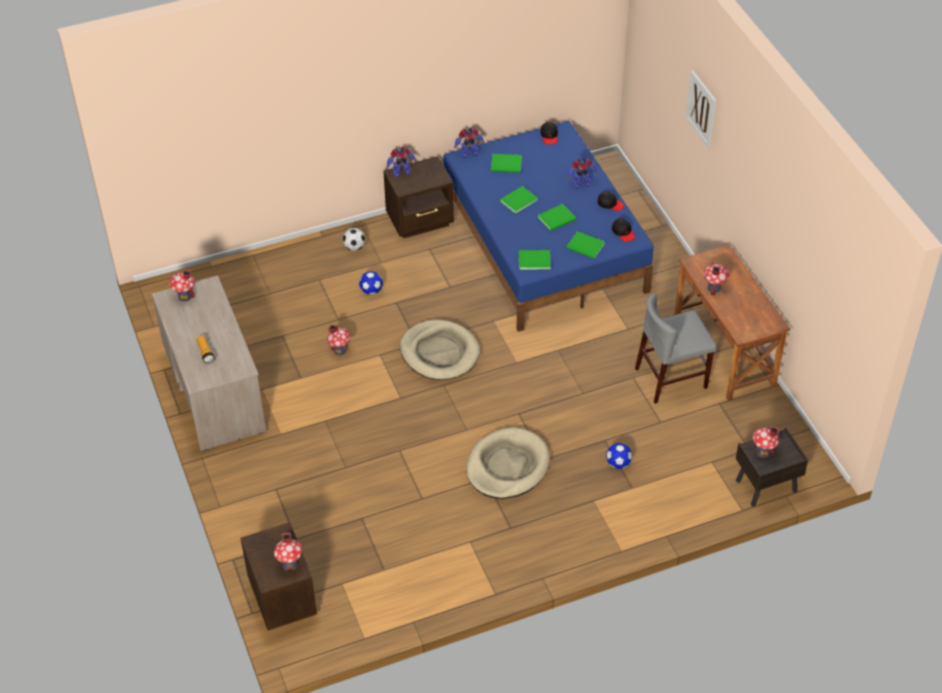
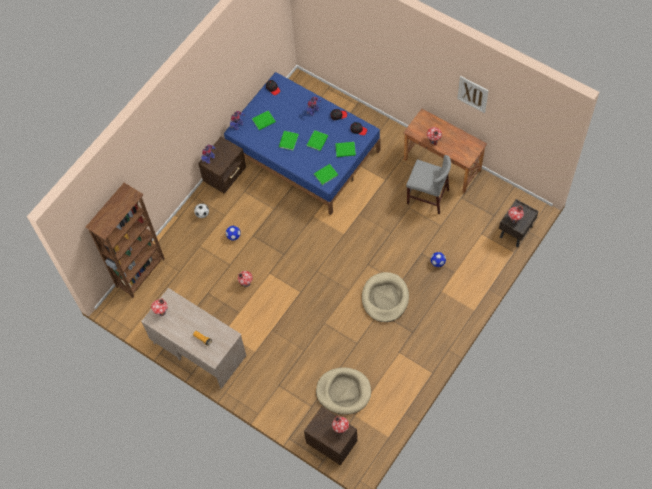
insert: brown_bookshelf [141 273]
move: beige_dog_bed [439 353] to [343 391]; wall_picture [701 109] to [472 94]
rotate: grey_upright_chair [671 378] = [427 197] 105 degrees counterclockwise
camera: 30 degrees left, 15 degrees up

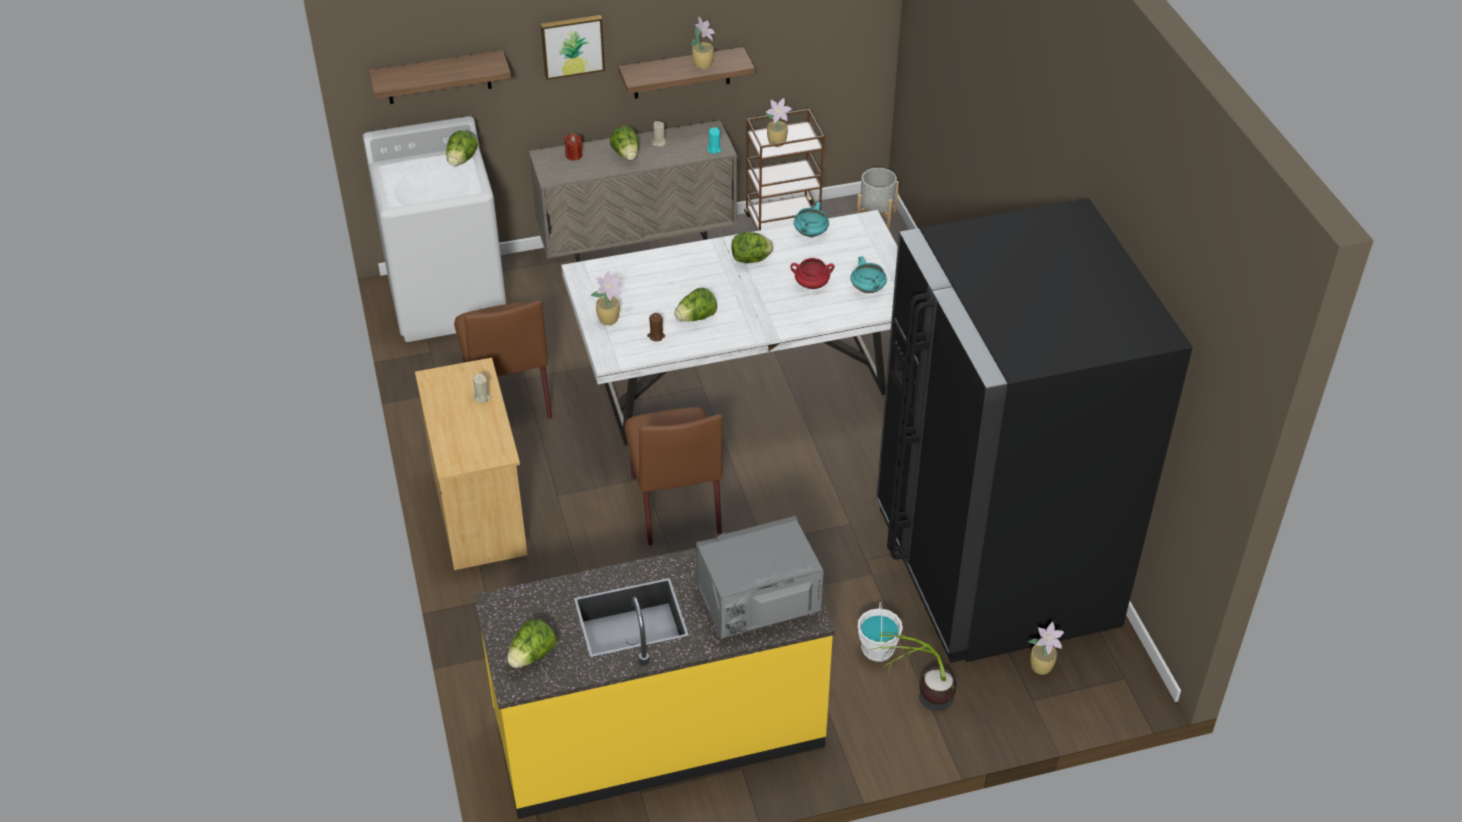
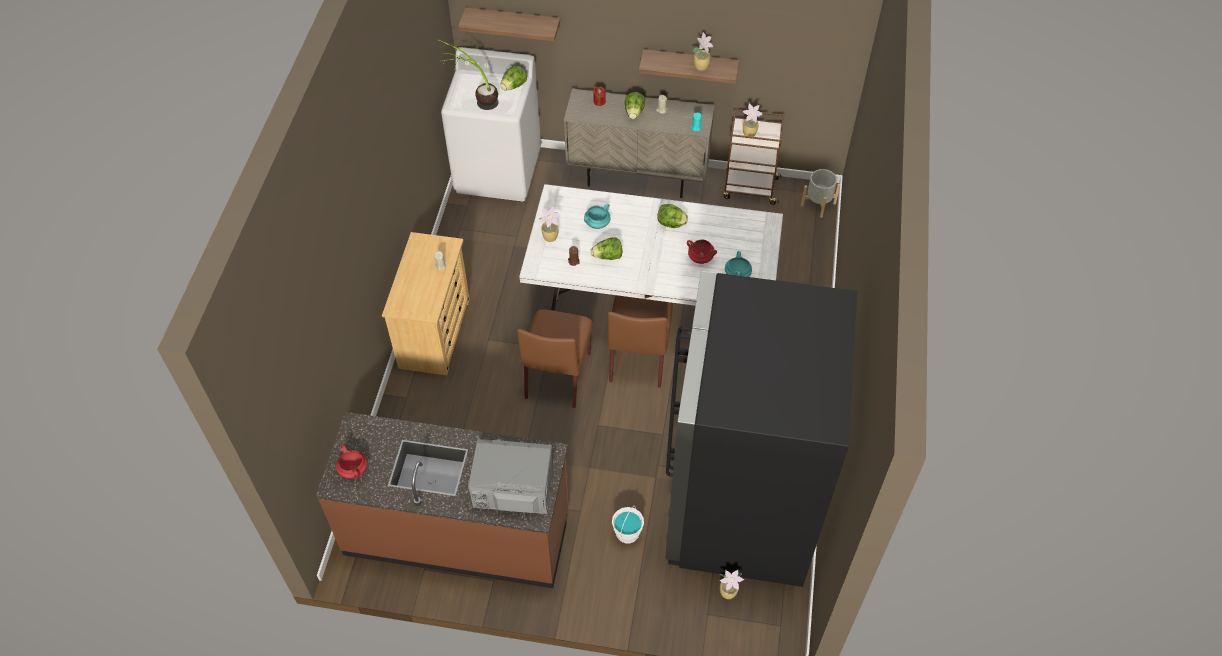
delete: wall_picture [572 45]
move: brown_upright_chair [507 394] to [638 356]; turquoise-coloured_saucepot [811 233] to [597 224]; potted_plant [915 700] to [475 100]
replace: head_of_lettuce [532 656] to red_saucepot [354 470]
recolor: yellowish_counter [658 730] to brown_counter [458 531]
camera: 25 degrees right, 10 degrees up

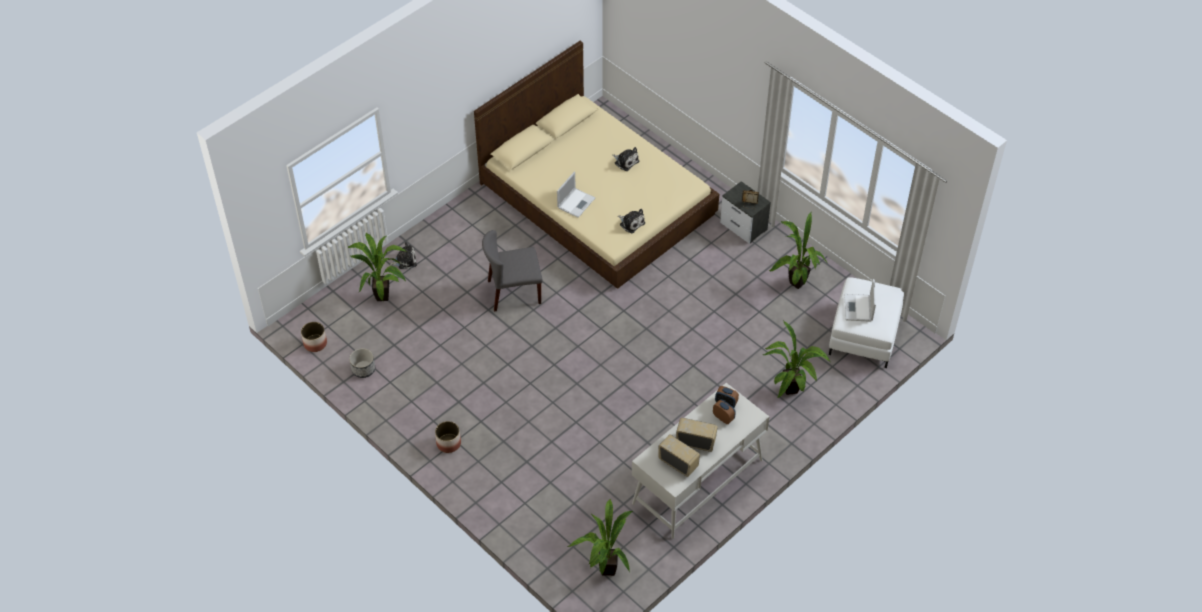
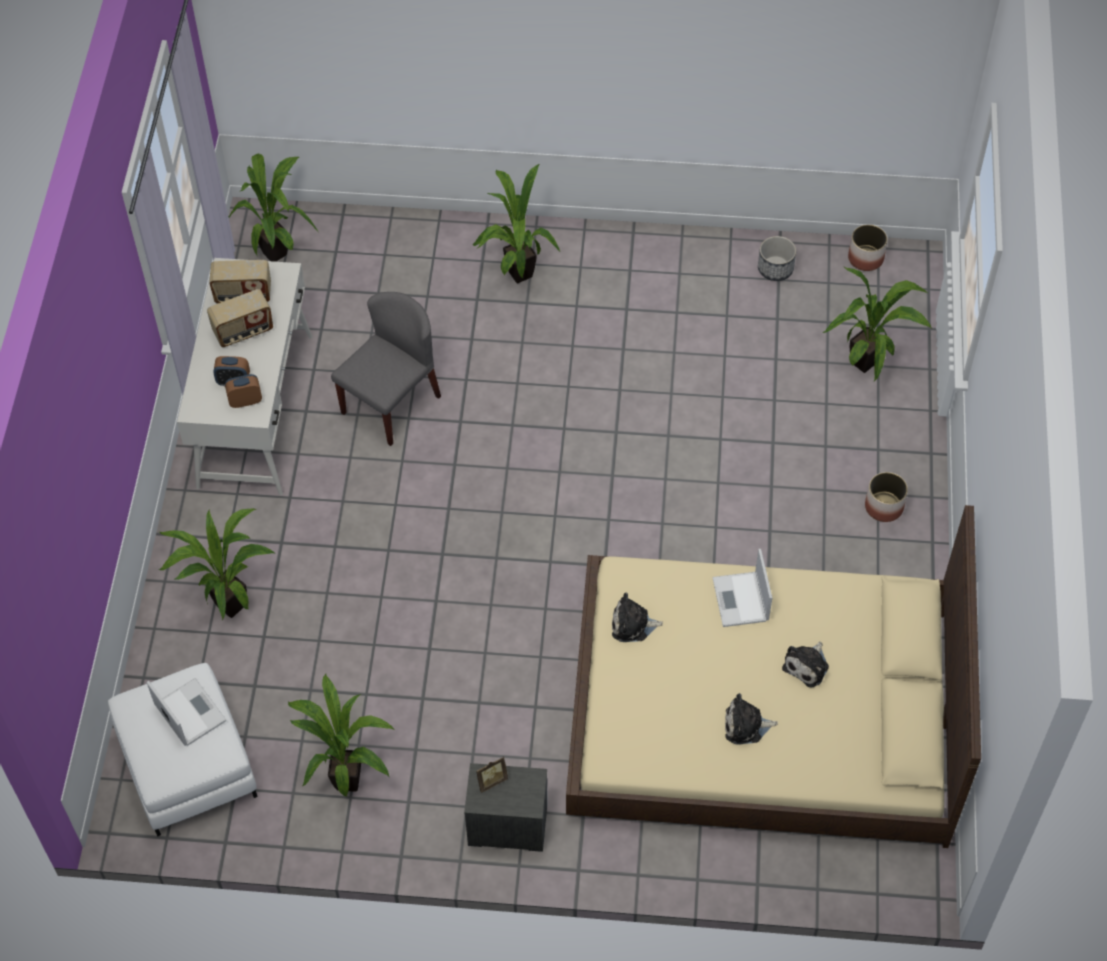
insert: potted_plant [515 276]
move: cuddly_toy [405 260] to [807 666]; flower_pot [448 443] to [884 506]; grey_upright_chair [513 292] to [391 403]
camera: 140 degrees right, 5 degrees up

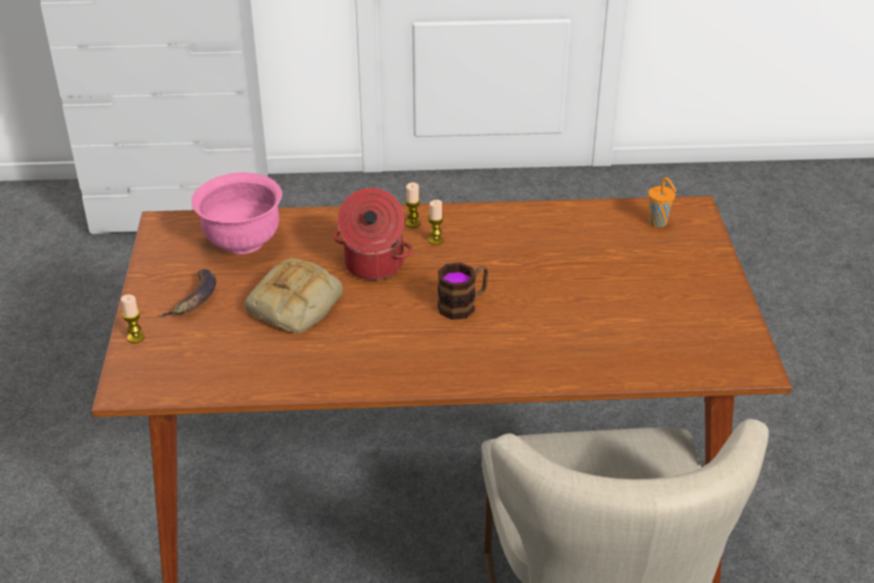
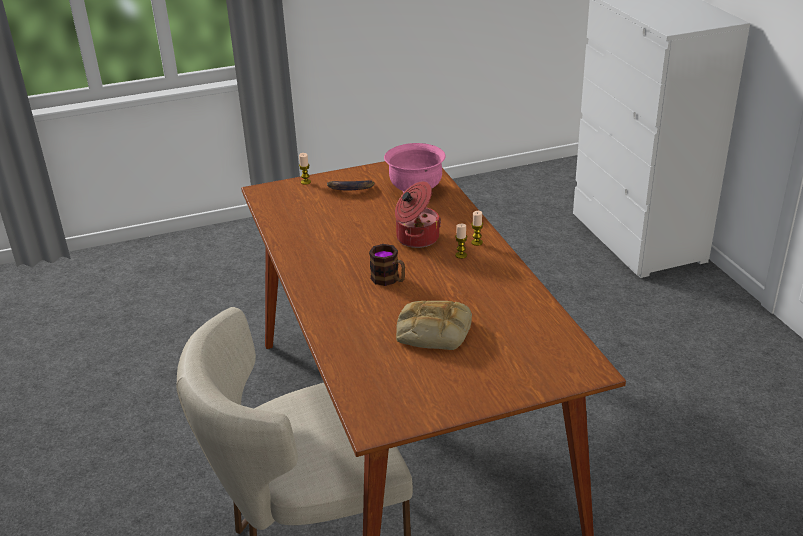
delete: orange_drinking_cup [659 223]
move: bread [295 305] to [432 332]
camera: 75 degrees right, 5 degrees down

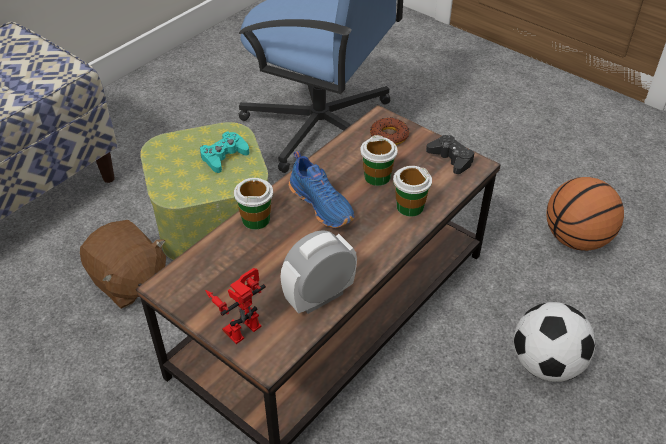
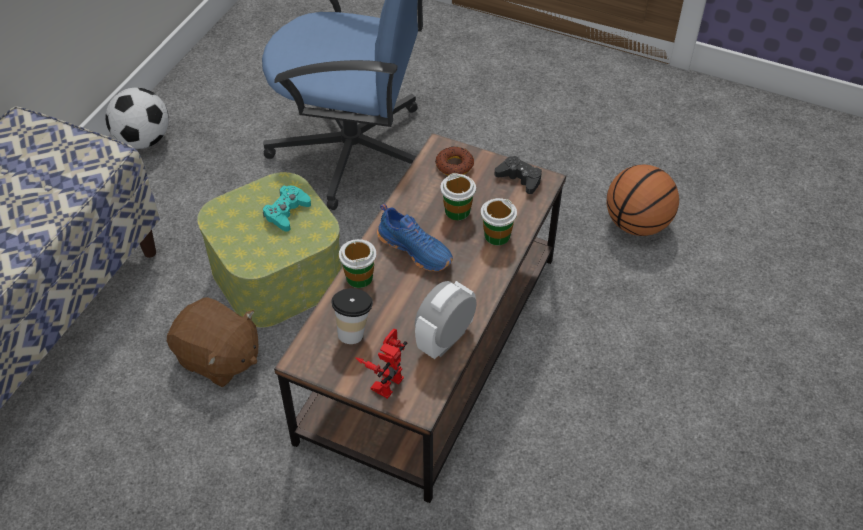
insert: drinking_cup [354 330]
move: ball_for_football [546 364] to [144 140]
camera: 15 degrees left, 5 degrees up

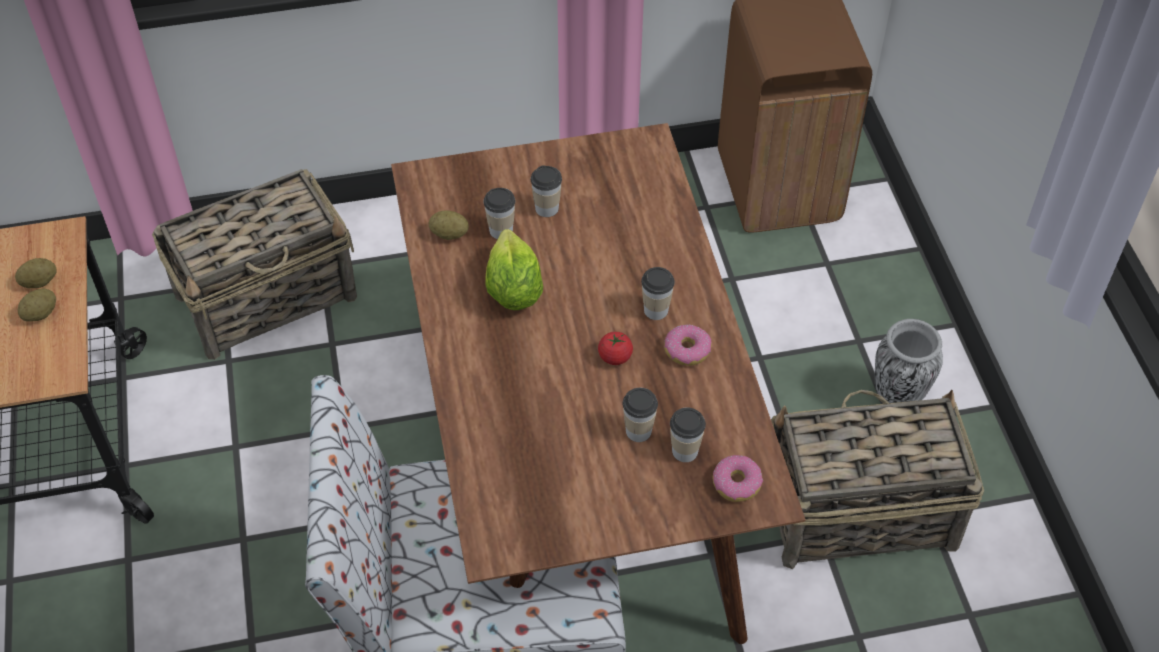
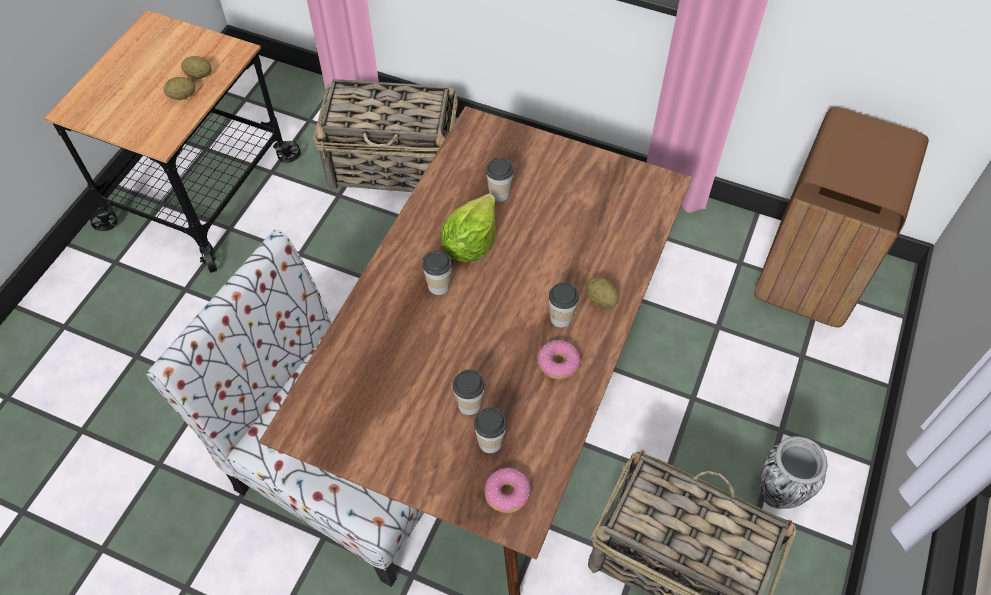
delete: fresh_tomato [615 357]
move: spud [449 234] to [601 299]; drinking_cup [547 208] to [438 286]
camera: 35 degrees right, 5 degrees up

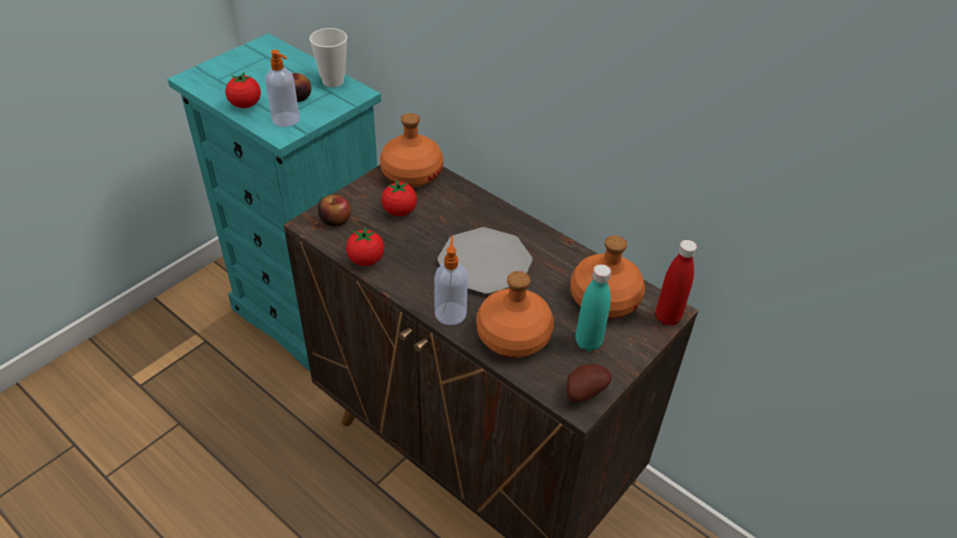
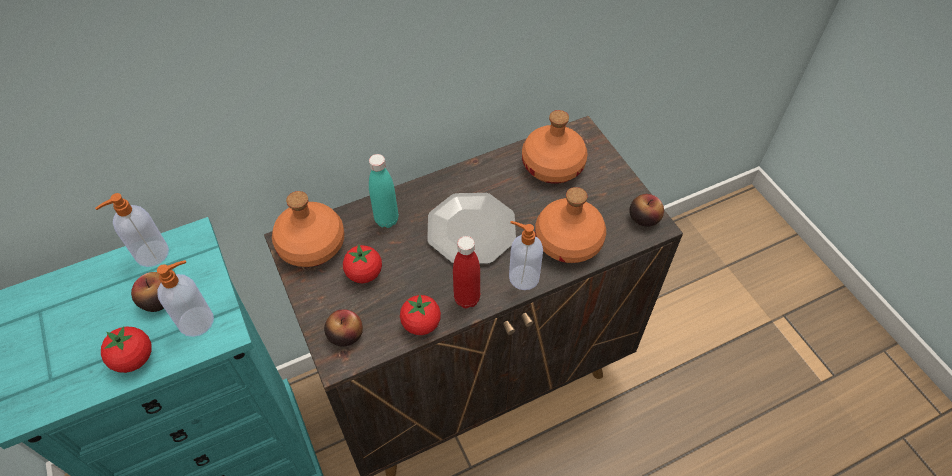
move: turquoise-coloured_beverage_bottle [588 342] to [386 220]; red_beverage_bottle [667 317] to [467 299]
replace: drinking_cup [333 81] to soap_dispenser [151 254]; spud [583 391] to apple [644 218]
camera: 65 degrees left, 10 degrees up

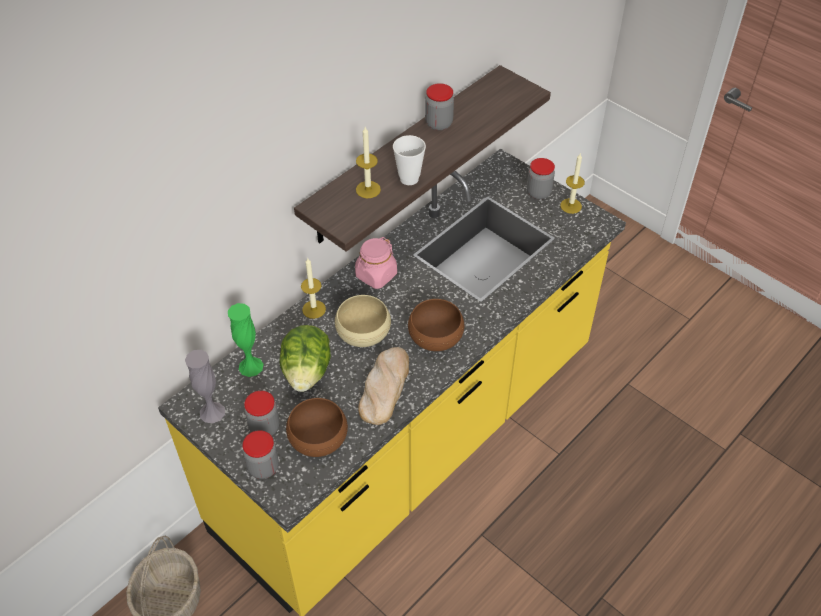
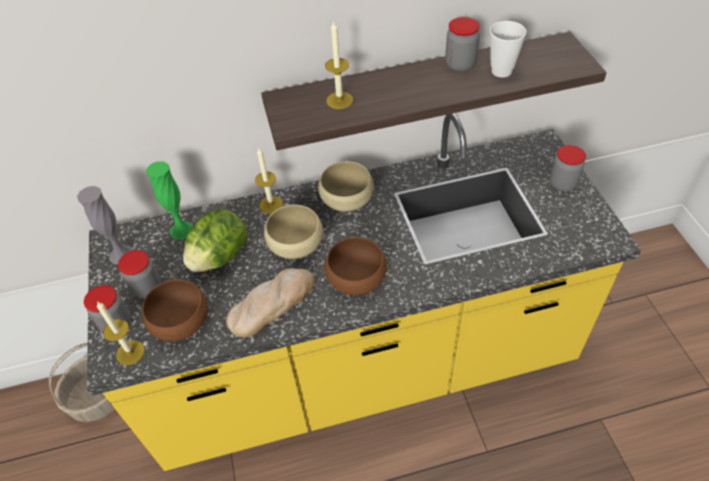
move: drinking_cup [409 179] to [501 71]; wax_light [571 206] to [130 352]
replace: pinkish_jar [376 275] to beige_serving_bowl [347 197]
camera: 35 degrees right, 0 degrees up

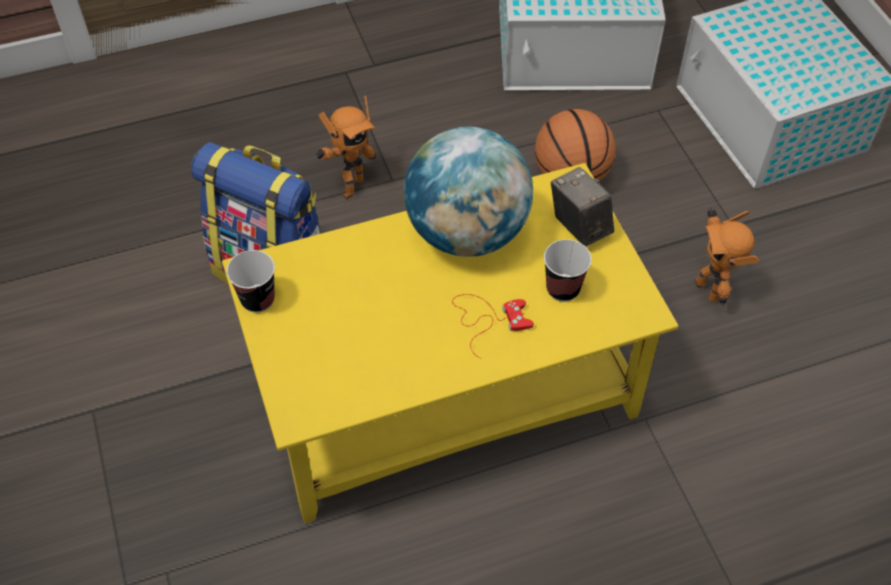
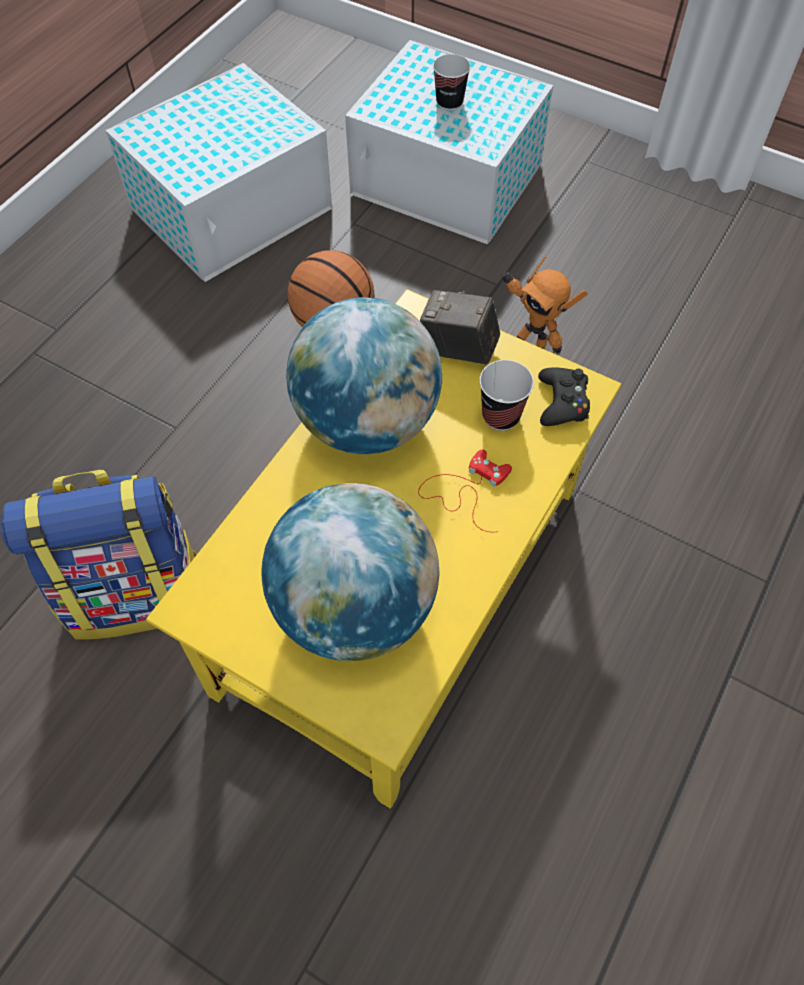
delete: model_robot [349 186]
insert: desk_globe [355 607]; black_gamepad [562 402]
move: drinking_cup [258 299] to [449 102]
camera: 40 degrees left, 5 degrees up

